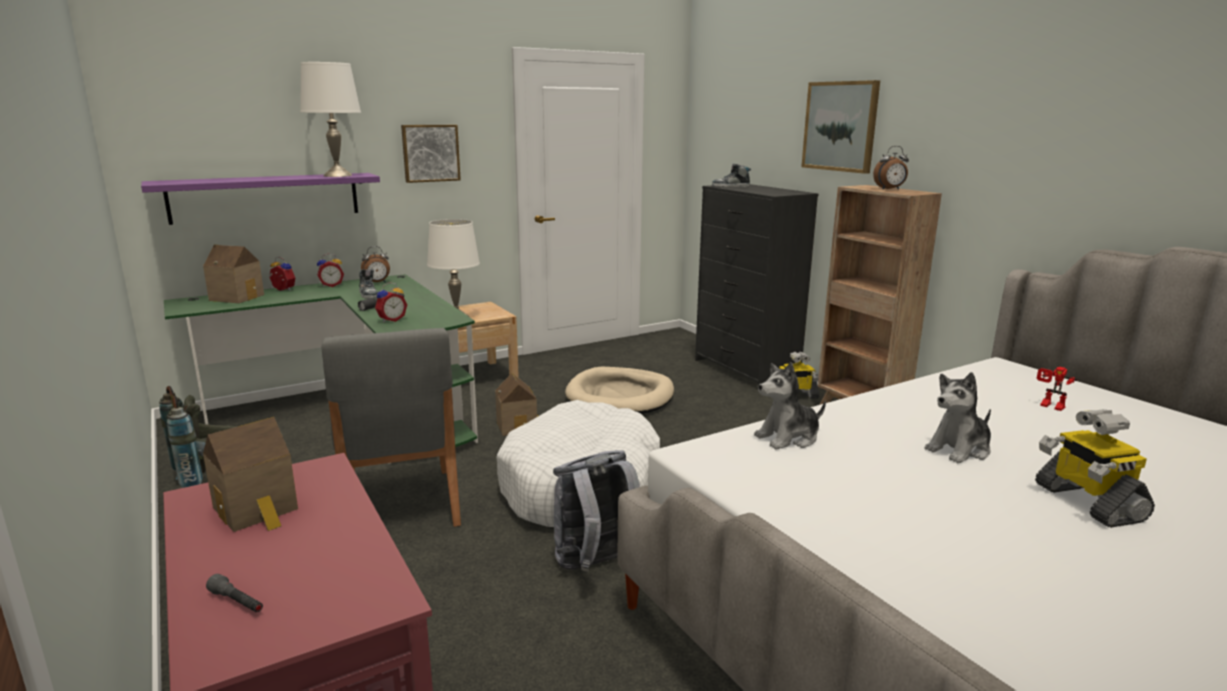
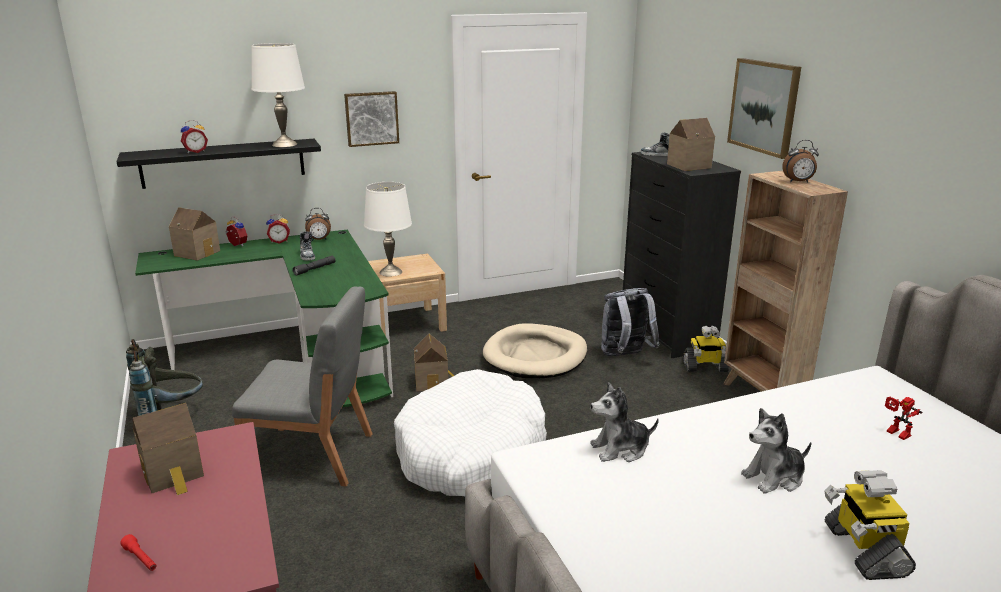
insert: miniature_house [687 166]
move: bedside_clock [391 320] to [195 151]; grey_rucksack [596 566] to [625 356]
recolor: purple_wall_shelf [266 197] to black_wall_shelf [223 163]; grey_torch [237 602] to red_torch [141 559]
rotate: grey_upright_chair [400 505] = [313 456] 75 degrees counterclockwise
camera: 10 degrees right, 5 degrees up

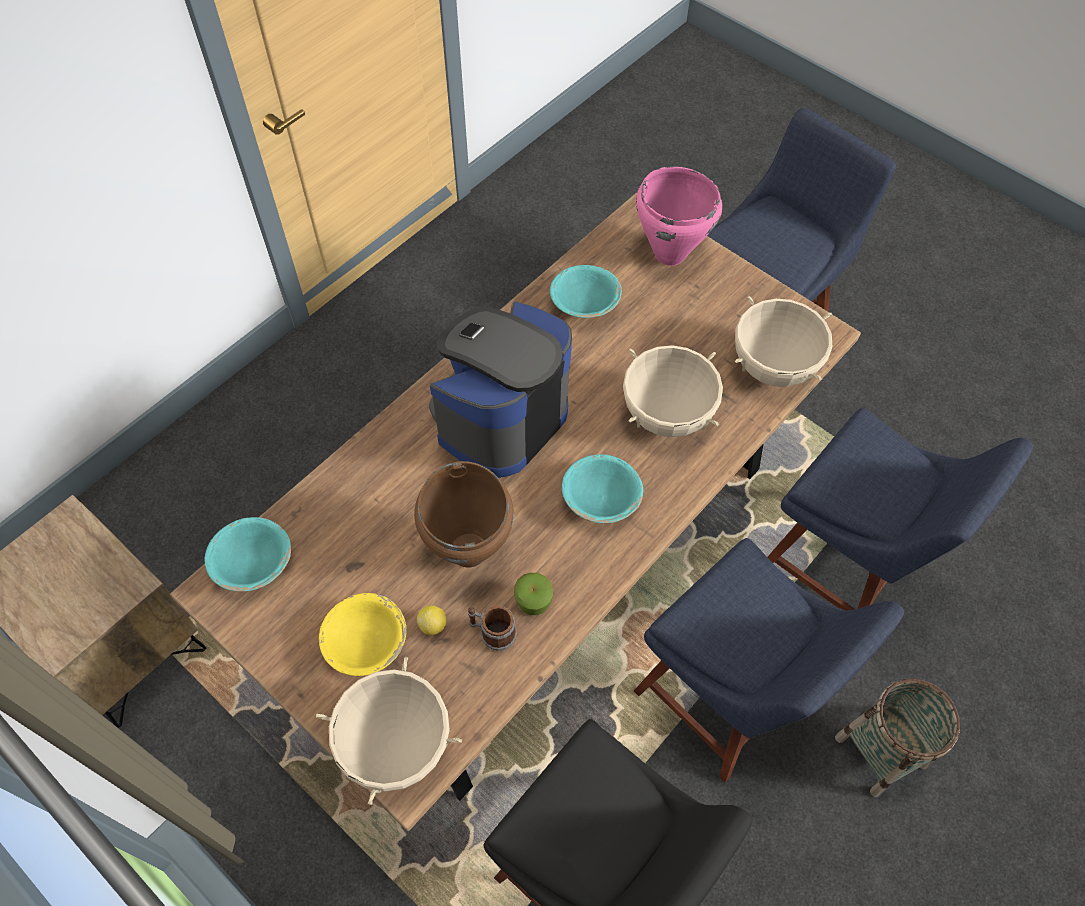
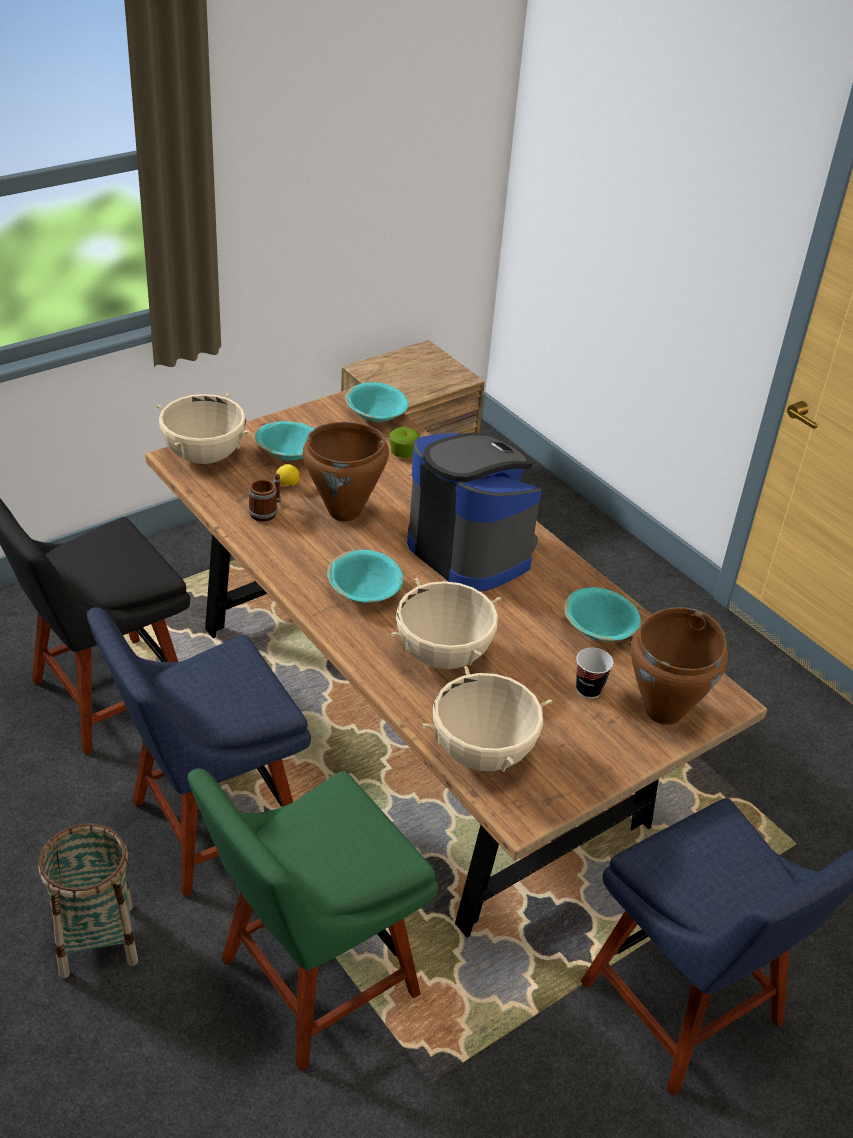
insert: drinking_cup [589 689]
move: apple [533 601] to [403 454]
recolor: yellowish_serving_bowl [366 642] to turquoise-coloured_serving_bowl [289 454]; pinkish_saucepot [669 253] to brown_saucepot [664 711]; blue-coloured_upright_chair [844 569] to green-coloured_upright_chair [311 982]
camera: 100 degrees right, 20 degrees down

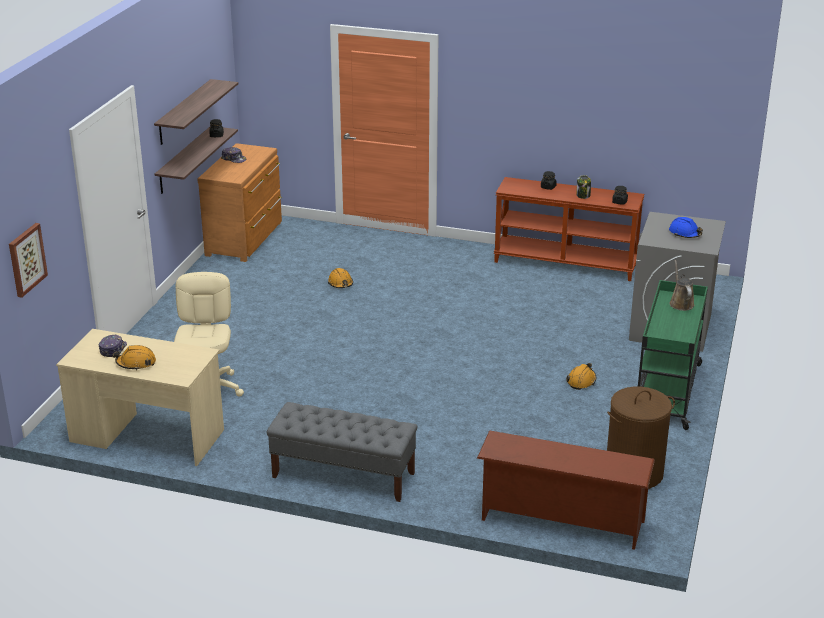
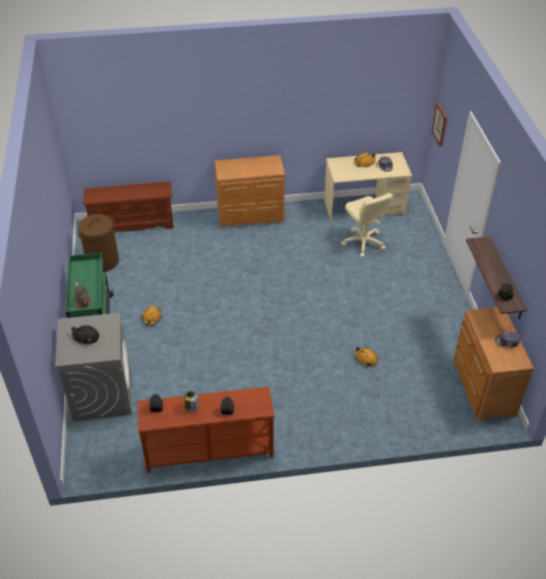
delete: wall_shelf [184 112]
replace: grey_long_seat [343 475] to brown_dresser [251 216]
recolor: blue-coloured_work_helmet [685 233] to black_work_helmet [86 337]
camera: 155 degrees right, 15 degrees up

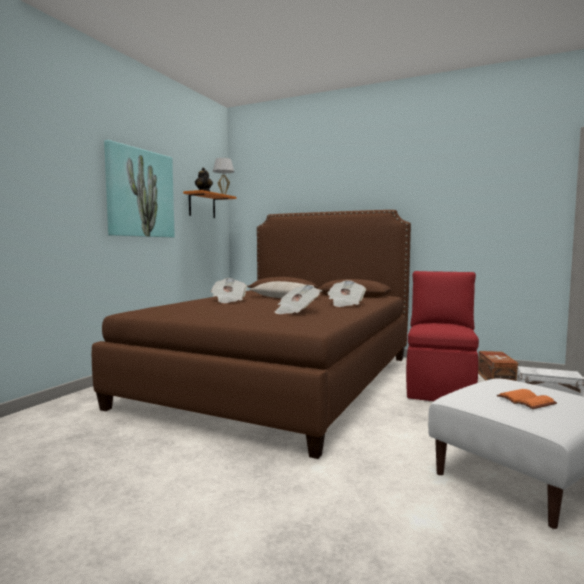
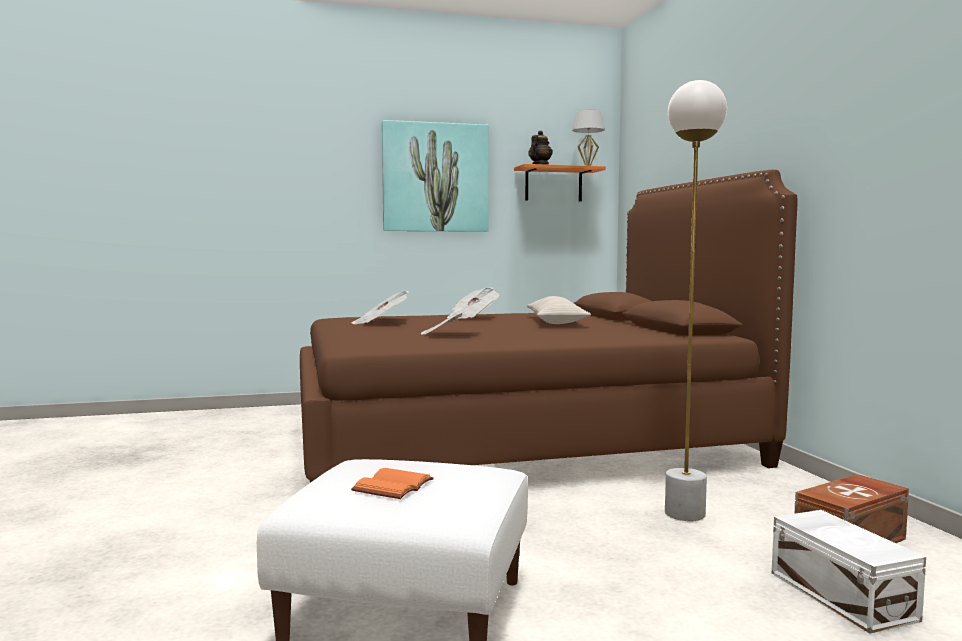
move: printed_paper [345 304] to [380 323]
replace: red_upright_chair [440 388] to white-coloured_standard_lamp [685 514]
camera: 50 degrees right, 0 degrees up

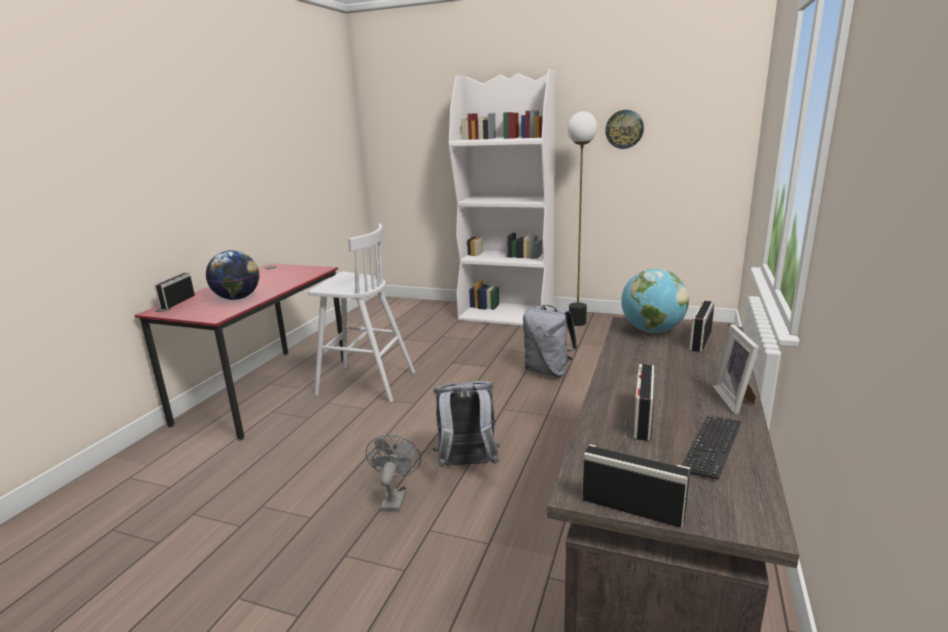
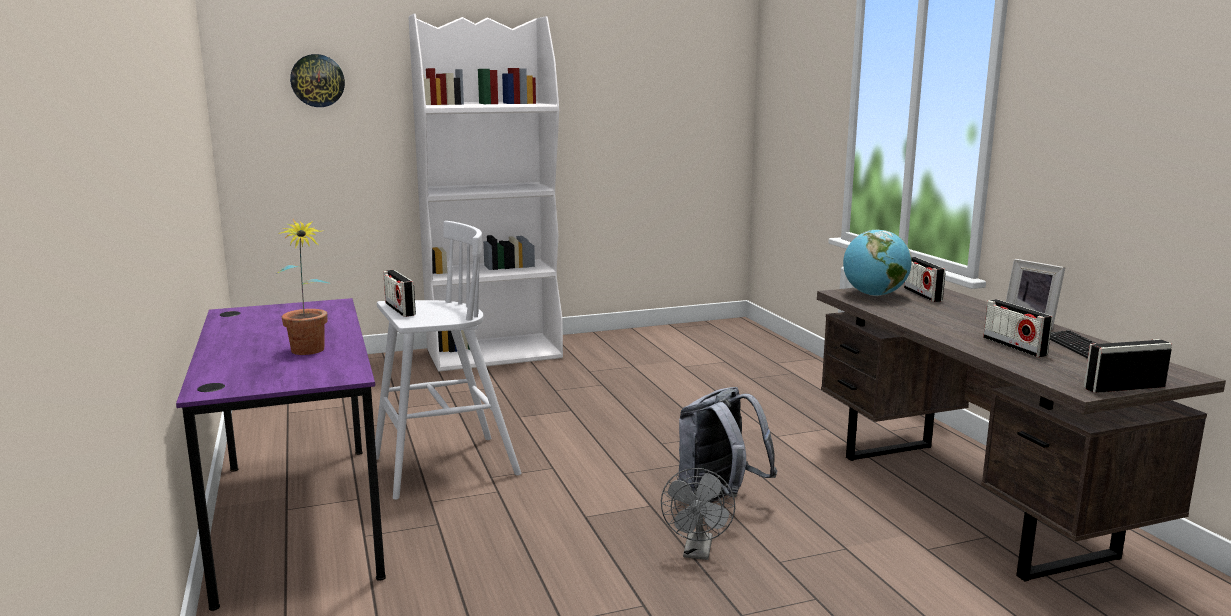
delete: grey_rucksack [548 371]; standard_lamp [577 322]
move: radio [177 302] to [400 309]; wall_clock [624 129] to [317 80]
replace: desk_globe [237 298] to potted_plant [309 353]
recolor: red_desk_unit [267 390] to purple_desk_unit [298 517]
rotate: grey_electric_fan [395 497] = [698 552] 135 degrees counterclockwise
camera: 40 degrees left, 5 degrees down

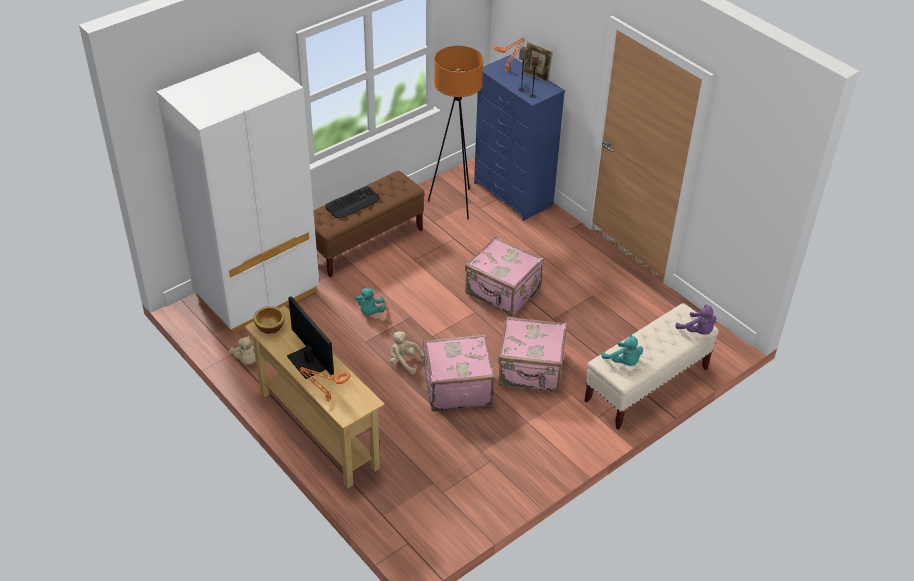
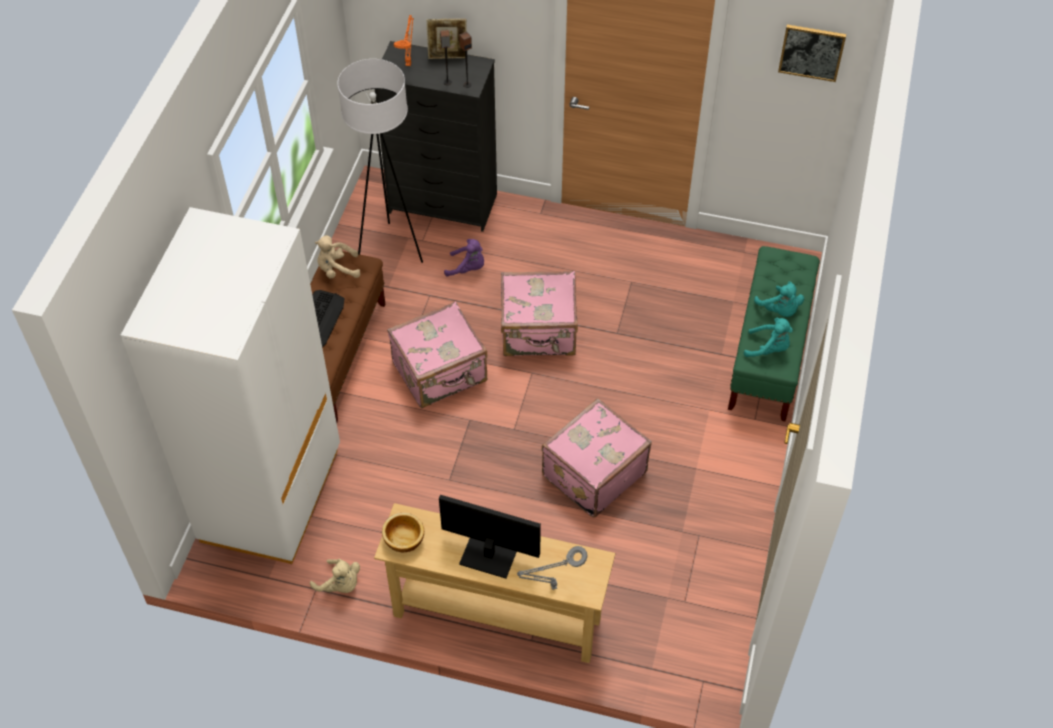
insert: wall_picture [811 52]
move: turquoise-coloured_cuddly_toy [370 311] to [779 310]; beige_cuddly_toy [404 362] to [337 269]; pinkish_travel_case [531 371] to [441 373]; purple_cuddly_toy [697 331] to [468 268]
recolor: orange_table_lamp [326 399] to grey_table_lamp [551 587]; orange_standard_lamp [455 203] to white-coloured_standard_lamp [390 250]; blue-coloured_dresser [513 194] to black_dresser [444 204]; beige_long_seat [646 385] to green-coloured_long_seat [768 355]
camera: 35 degrees left, 10 degrees up

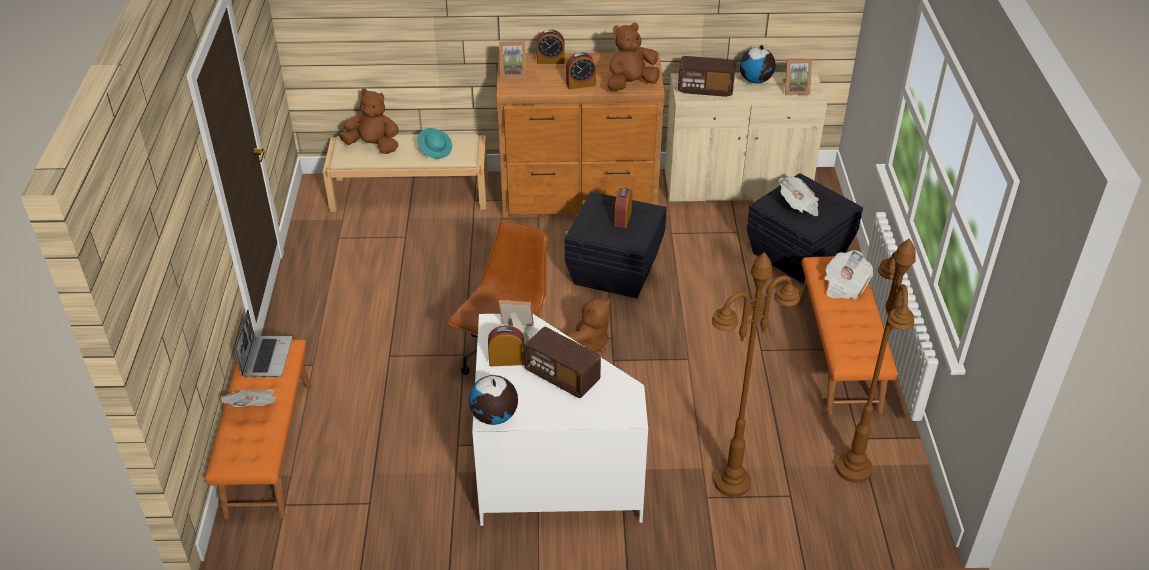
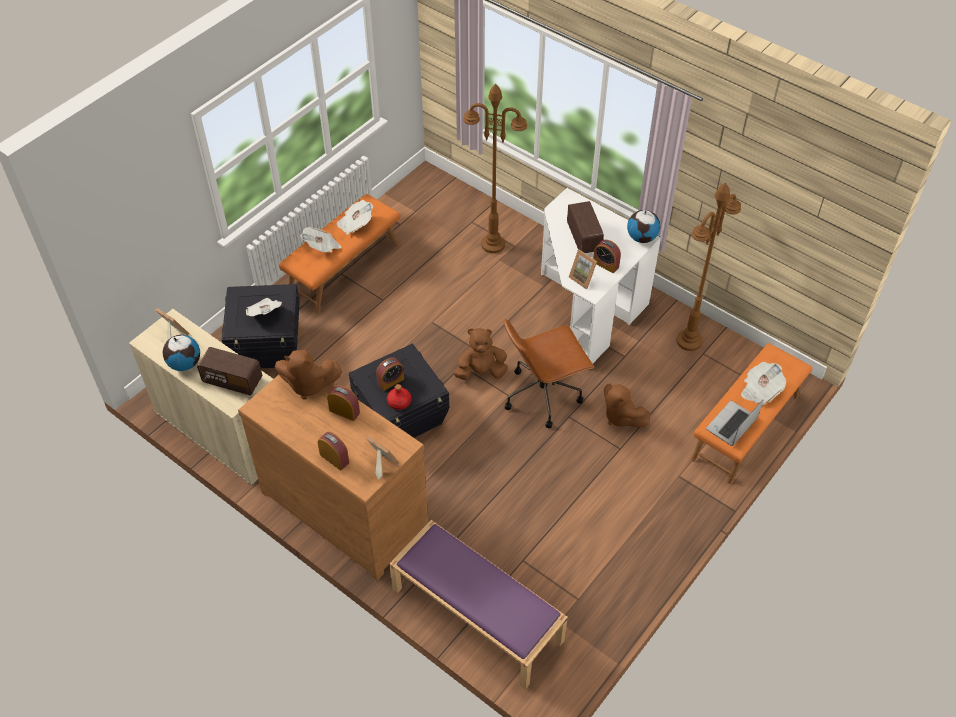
delete: turquoise-coloured_wearable_hat [435 150]
insert: printed_paper [355 224]; red_beverage_bottle [399 402]
move: brown_cuddly_toy [373 146] to [621 416]; brown_standard_lamp [853 468] to [689 341]
recolor: beige_long_seat [411 192] to purple_long_seat [475 614]
rotate: radio [705 89] = [232 380] 150 degrees clockwise
camera: 140 degrees left, 10 degrees up

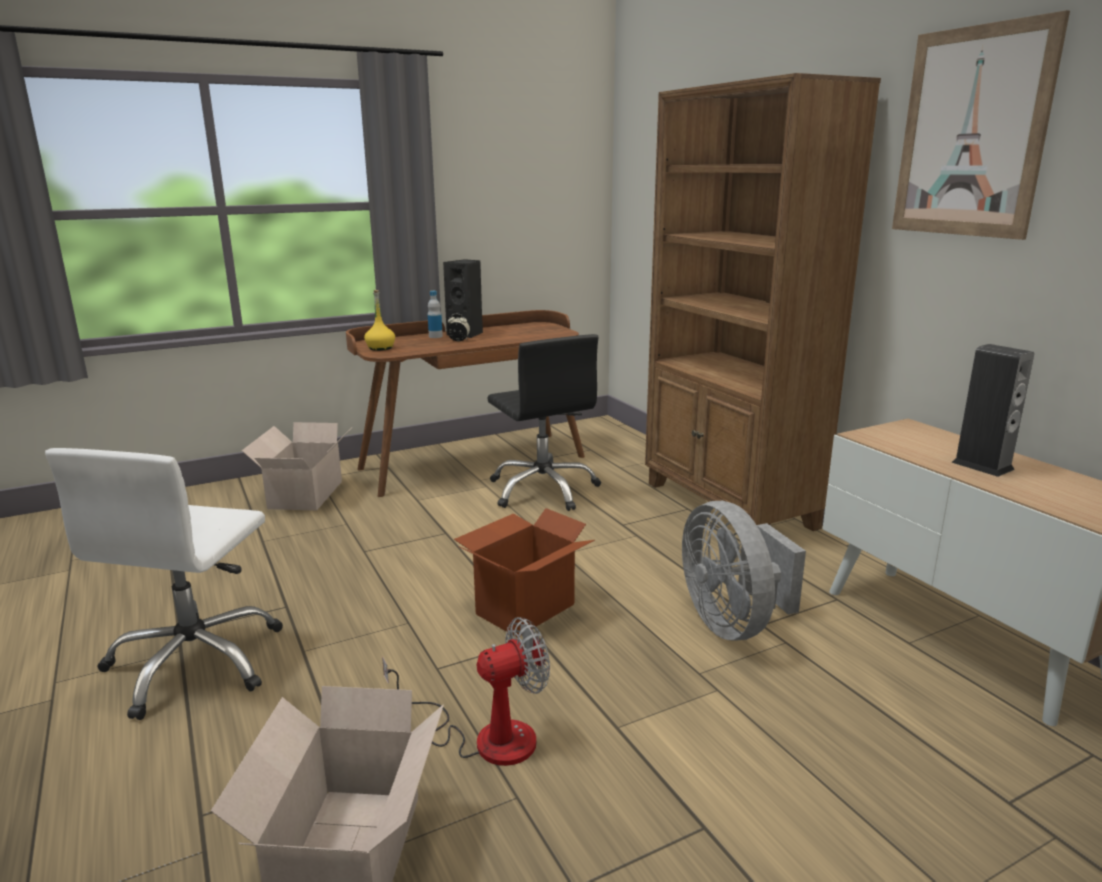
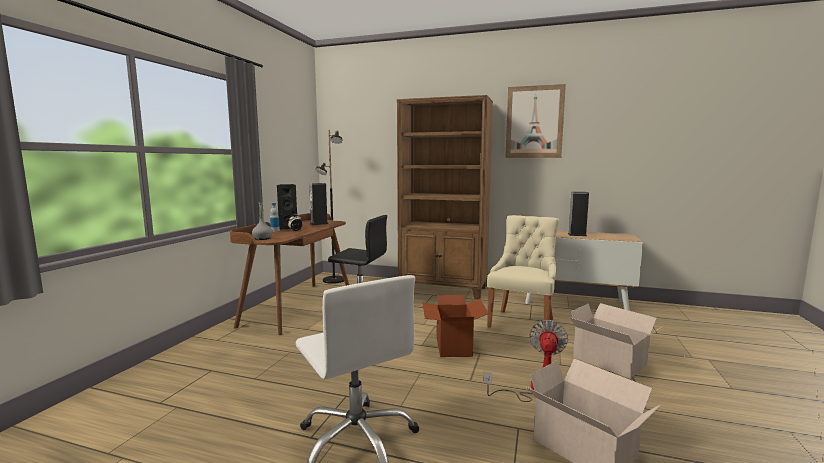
insert: audio_speaker [319 224]; black_standard_lamp [333 280]
move: carton [304 495] to [611 362]
replace: grey_electric_fan [733 623] to beige_upright_chair [522 322]
recolor: yellowish_beverage_bottle [380 348] to grey_beverage_bottle [262 238]
camera: 45 degrees left, 10 degrees down

